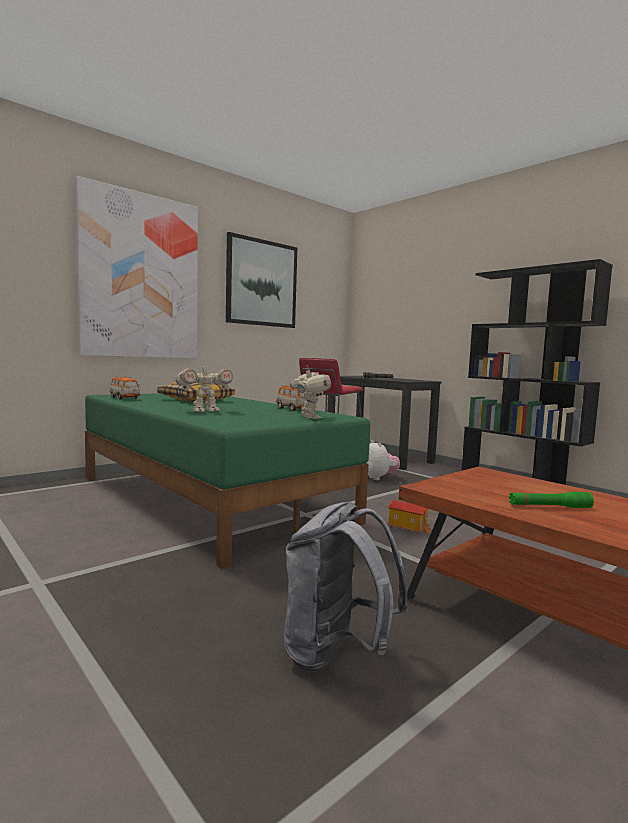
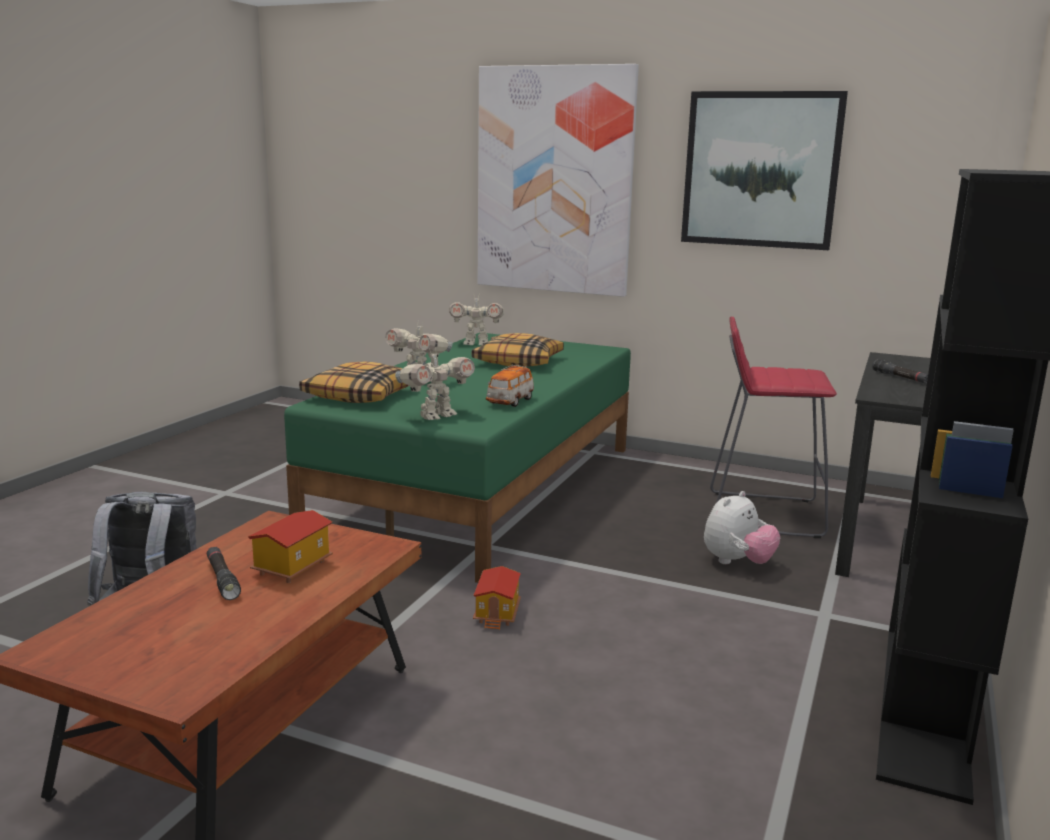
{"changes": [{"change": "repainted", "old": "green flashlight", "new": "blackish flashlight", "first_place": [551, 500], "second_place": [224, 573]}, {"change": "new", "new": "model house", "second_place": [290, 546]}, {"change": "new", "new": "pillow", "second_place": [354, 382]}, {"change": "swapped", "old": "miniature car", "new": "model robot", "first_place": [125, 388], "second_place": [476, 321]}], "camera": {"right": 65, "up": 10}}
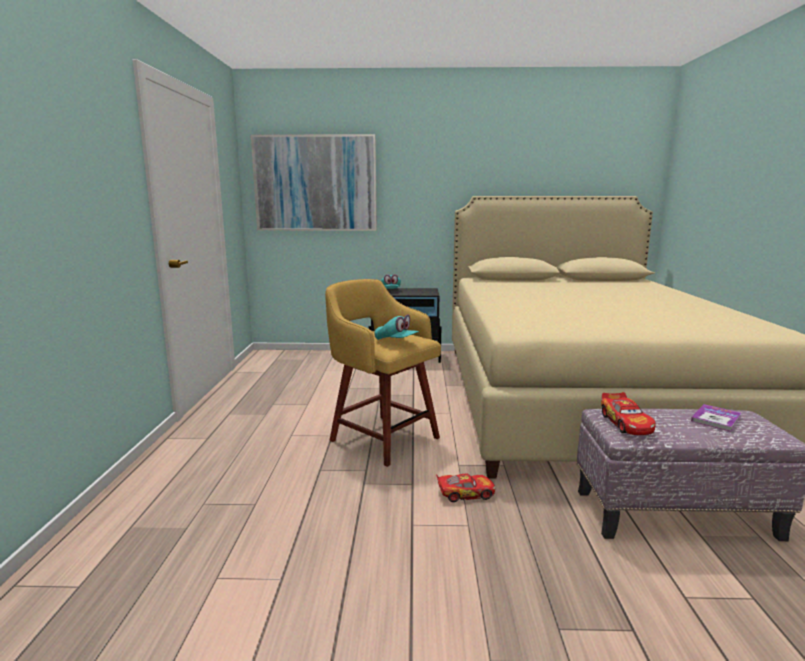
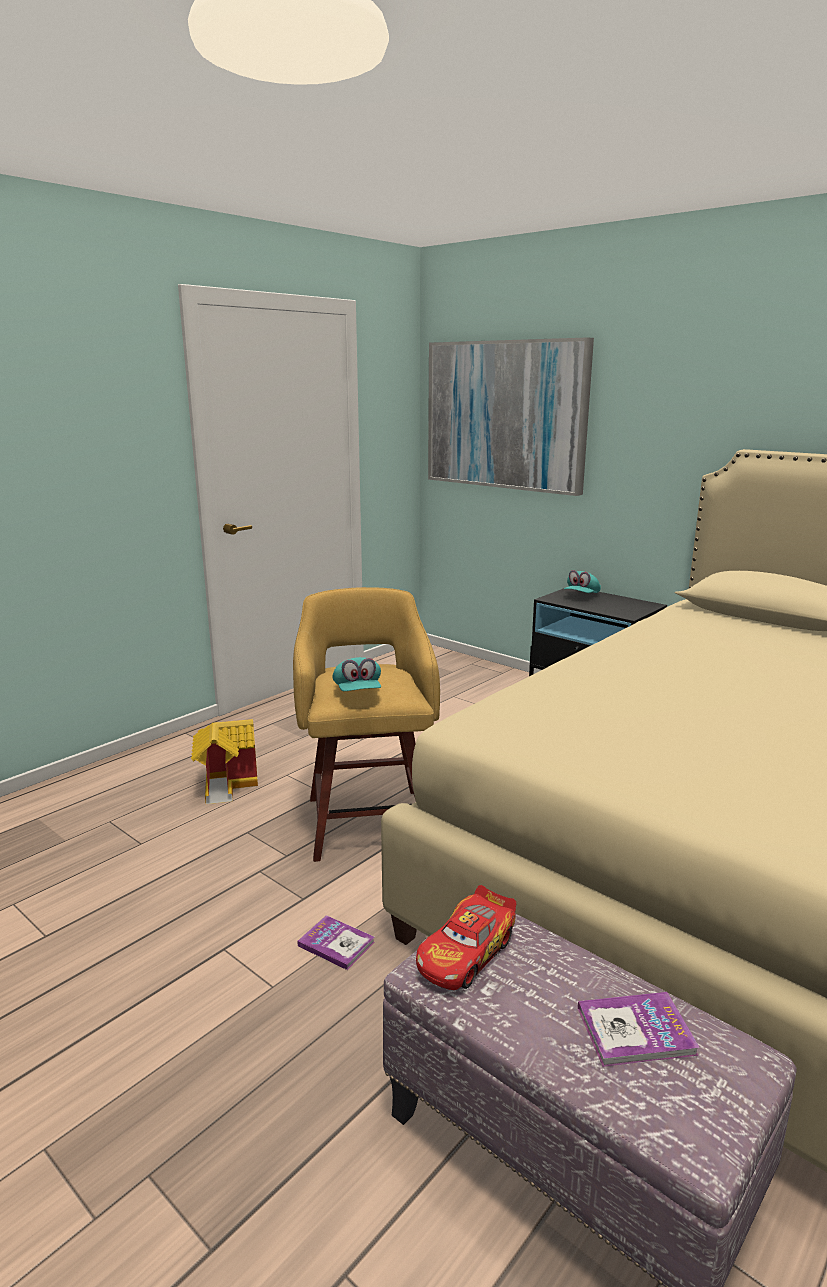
{"changes": [{"change": "new", "new": "model house", "second_place": [224, 761]}, {"change": "swapped", "old": "miniature car", "new": "volume", "first_place": [465, 488], "second_place": [336, 942]}], "camera": {"right": 40, "up": 5}}
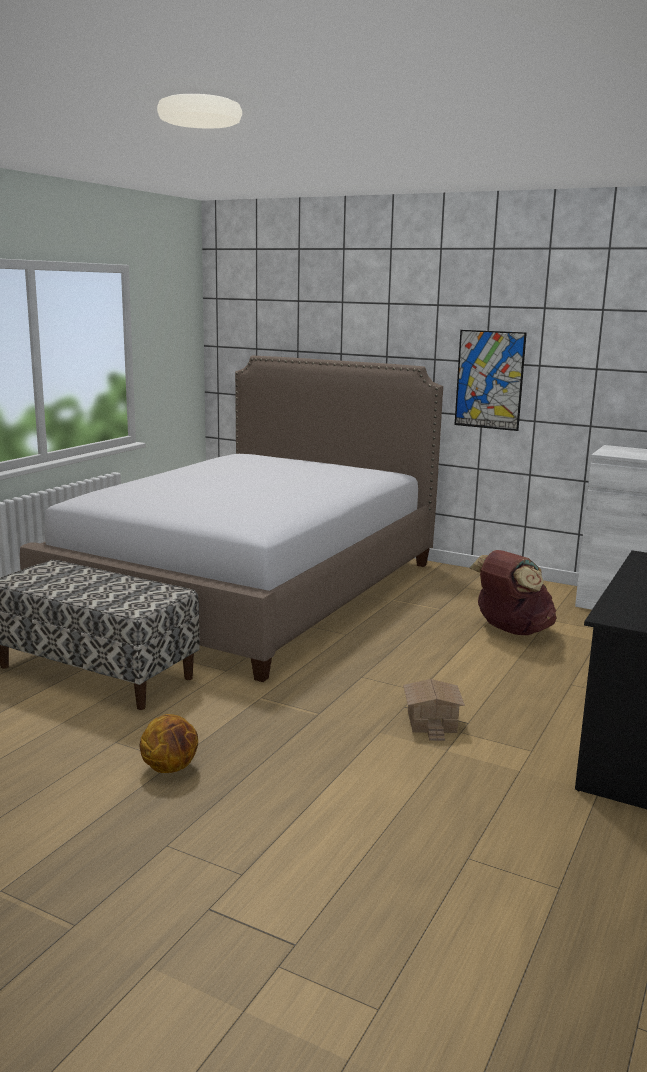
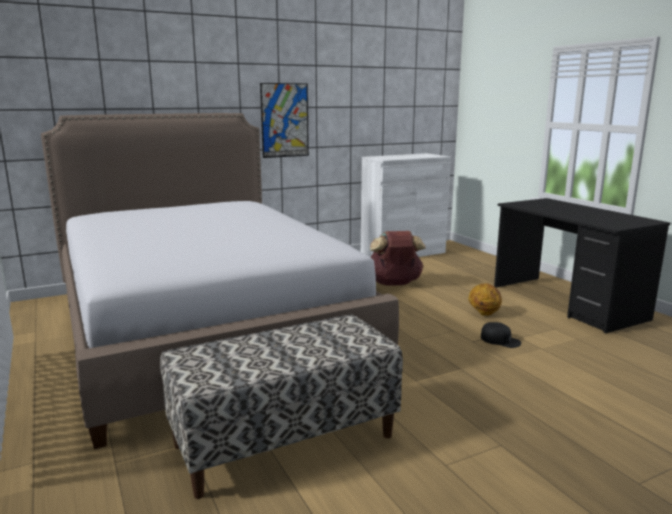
{"changes": [{"change": "shifted", "old": "basketball ball", "first_place": [169, 743], "second_place": [485, 299]}, {"change": "swapped", "old": "model house", "new": "blackish peaked cap", "first_place": [434, 710], "second_place": [501, 335]}], "camera": {"right": -55, "up": 0}}
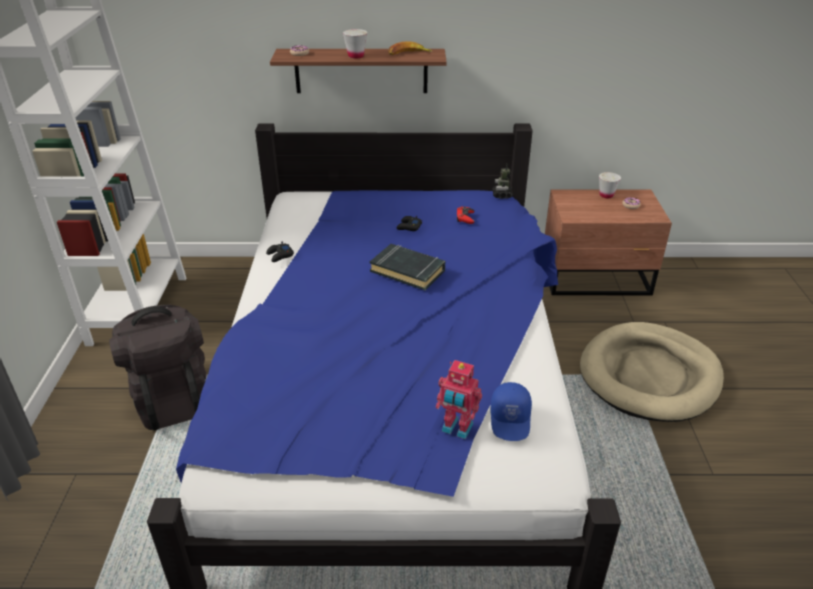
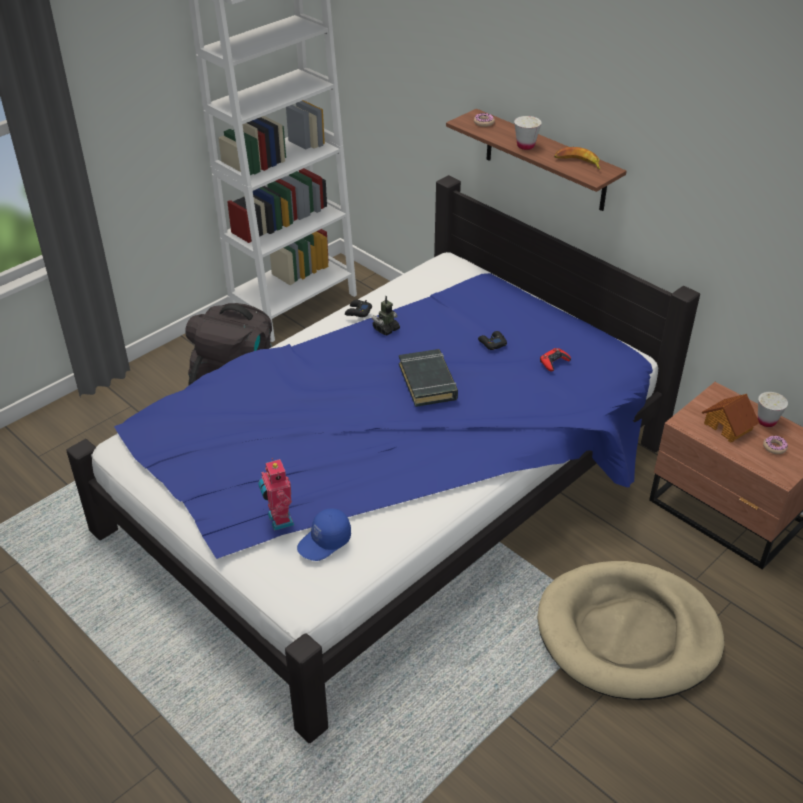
{"changes": [{"change": "shifted", "old": "model robot", "first_place": [502, 181], "second_place": [386, 315]}, {"change": "new", "new": "model house", "second_place": [730, 418]}], "camera": {"right": 45, "up": 5}}
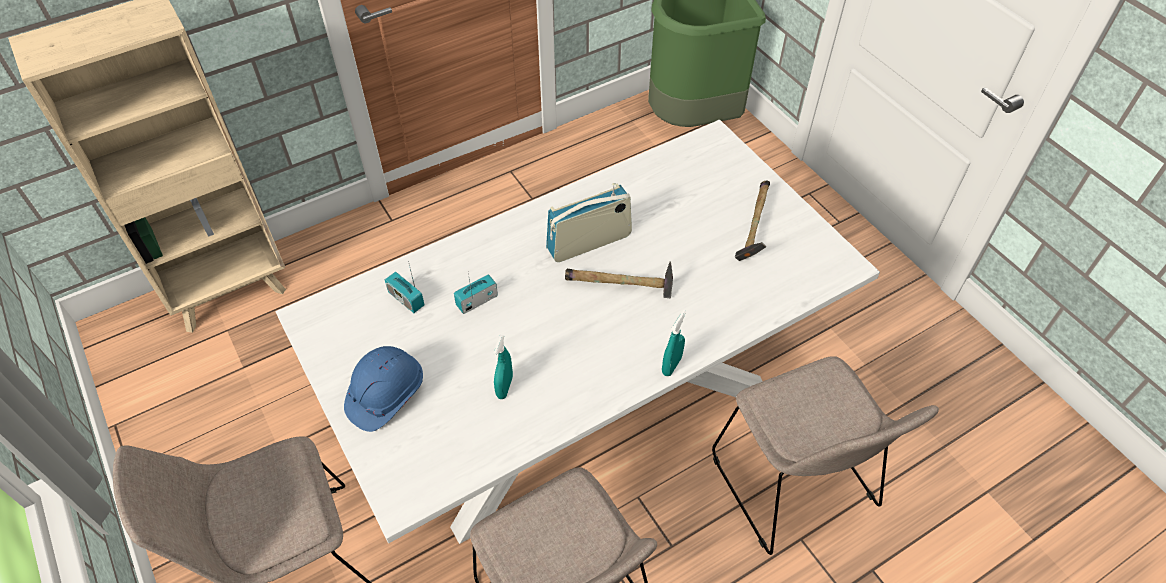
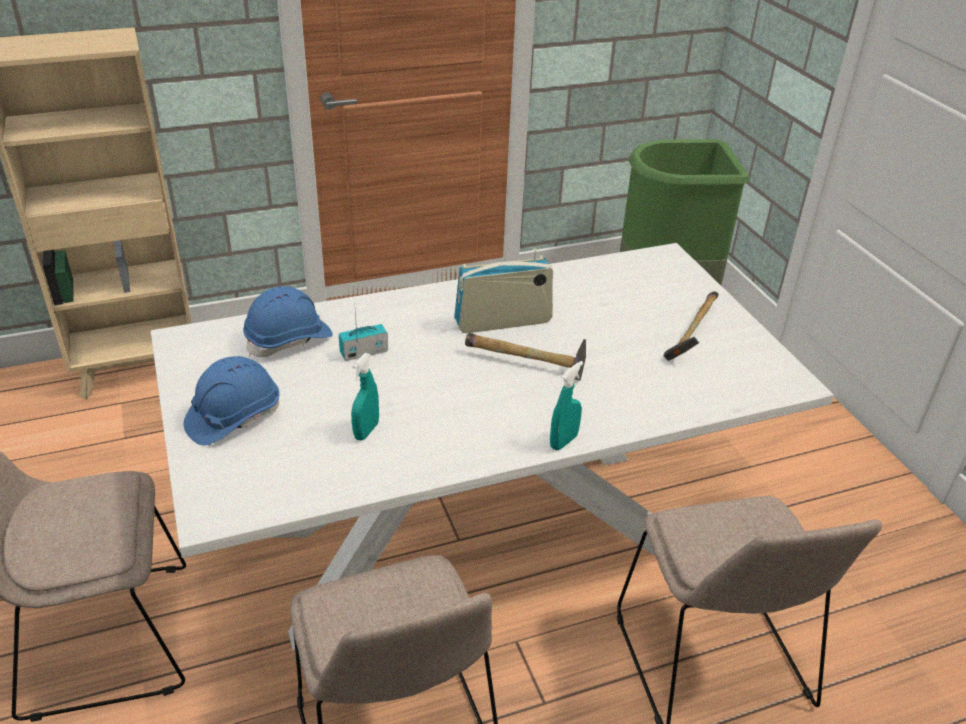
{"changes": [{"change": "swapped", "old": "radio", "new": "blue-coloured work helmet", "first_place": [405, 287], "second_place": [288, 321]}], "camera": {"right": 10, "up": -15}}
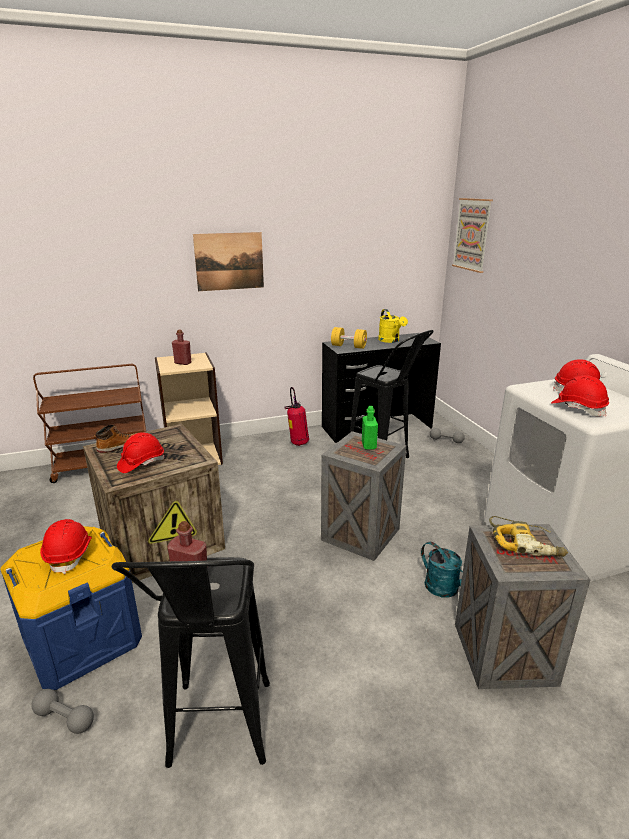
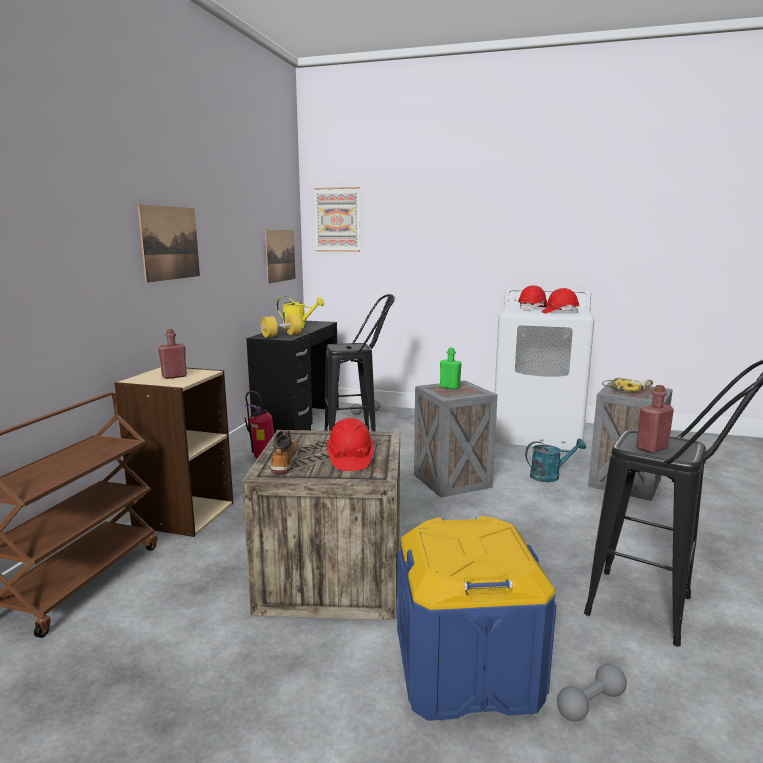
{"changes": [{"change": "new", "new": "wall picture", "second_place": [280, 257]}, {"change": "gone", "old": "red-coloured work helmet", "first_place": [66, 546]}], "camera": {"right": -55, "up": -10}}
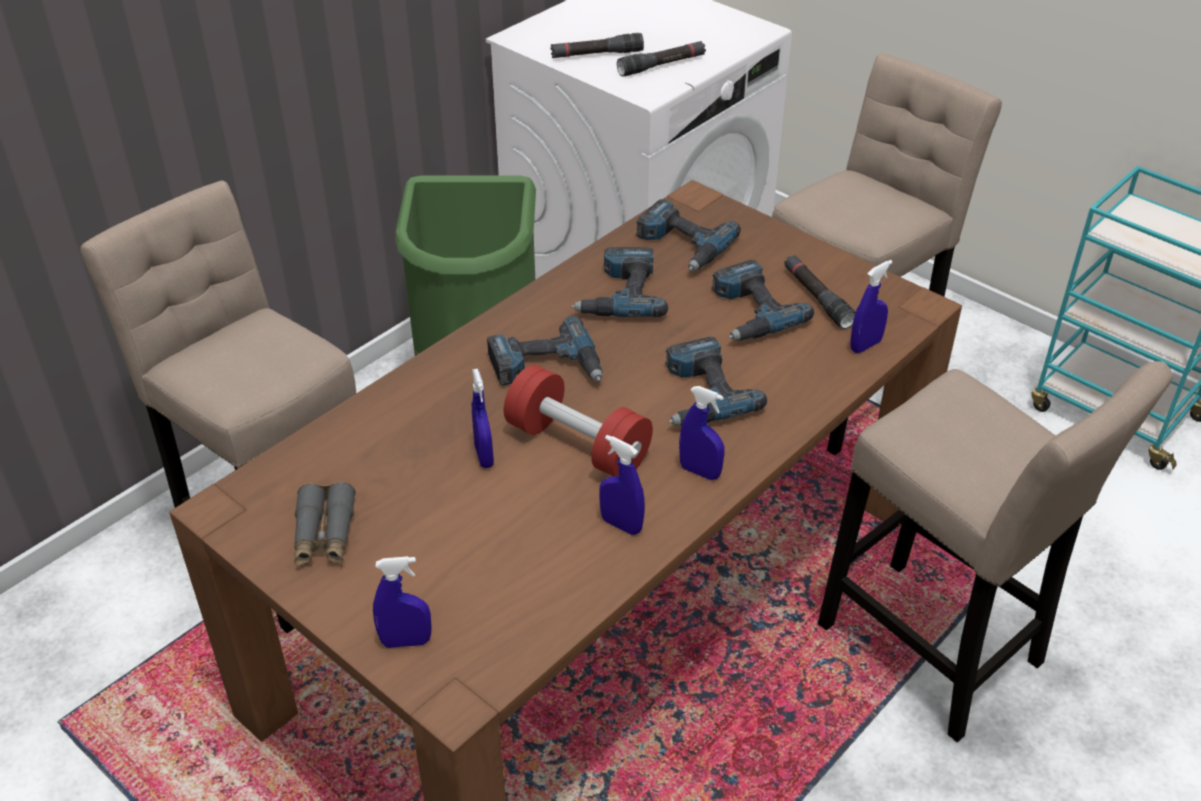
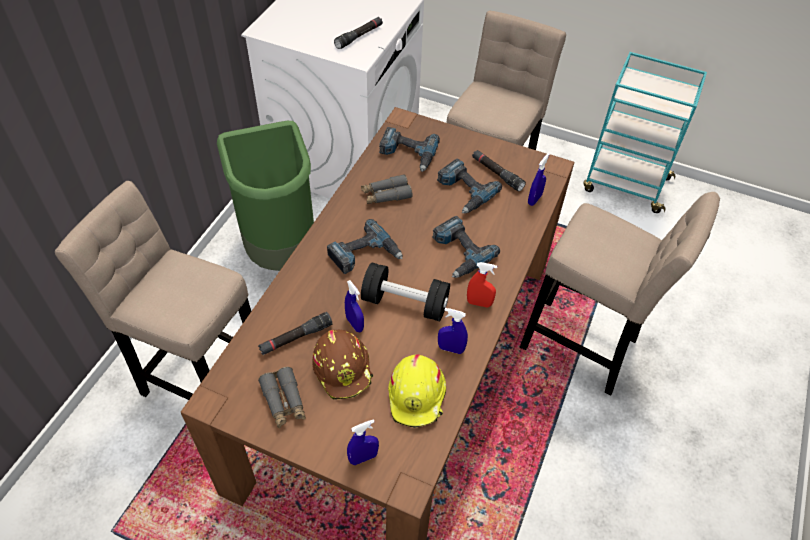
{"changes": [{"change": "shifted", "old": "blackish flashlight", "first_place": [597, 45], "second_place": [295, 333]}, {"change": "new", "new": "brownish work helmet", "second_place": [343, 365]}, {"change": "swapped", "old": "drill", "new": "greyish field glasses", "first_place": [619, 282], "second_place": [386, 189]}, {"change": "repainted", "old": "red-coloured dumbbell", "new": "blackish dumbbell", "first_place": [578, 420], "second_place": [405, 292]}, {"change": "new", "new": "yellow work helmet", "second_place": [417, 391]}, {"change": "repainted", "old": "blue-coloured hand sprayer", "new": "red-coloured hand sprayer", "first_place": [702, 433], "second_place": [482, 284]}], "camera": {"right": -20, "up": 10}}
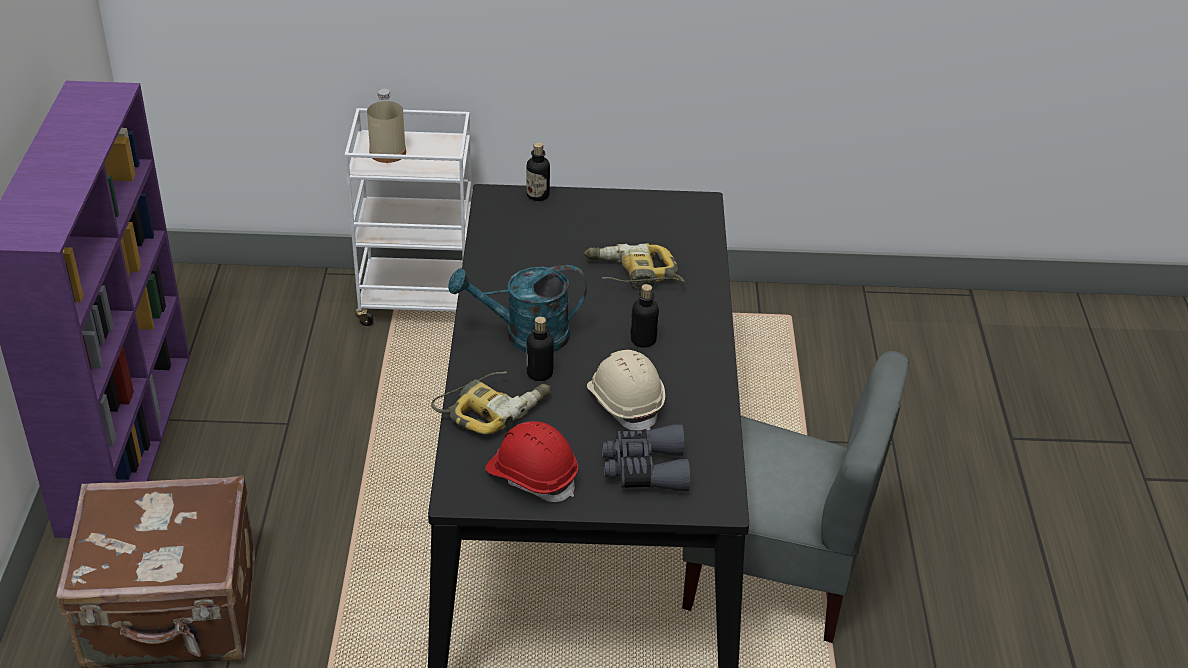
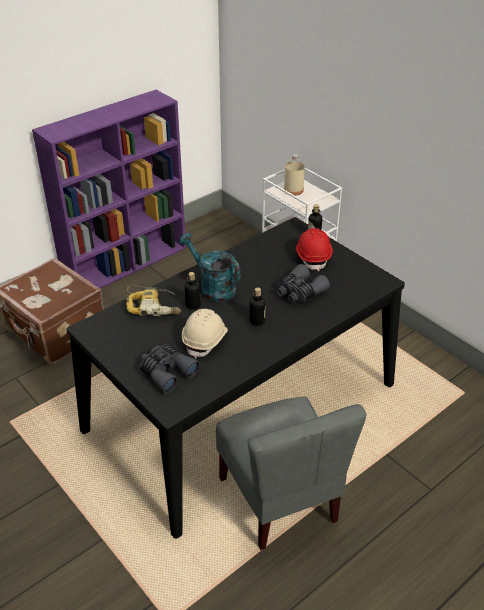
{"changes": [{"change": "swapped", "old": "drill", "new": "greyish field glasses", "first_place": [634, 266], "second_place": [303, 283]}, {"change": "shifted", "old": "red-coloured work helmet", "first_place": [531, 461], "second_place": [314, 249]}], "camera": {"right": 50, "up": 0}}
